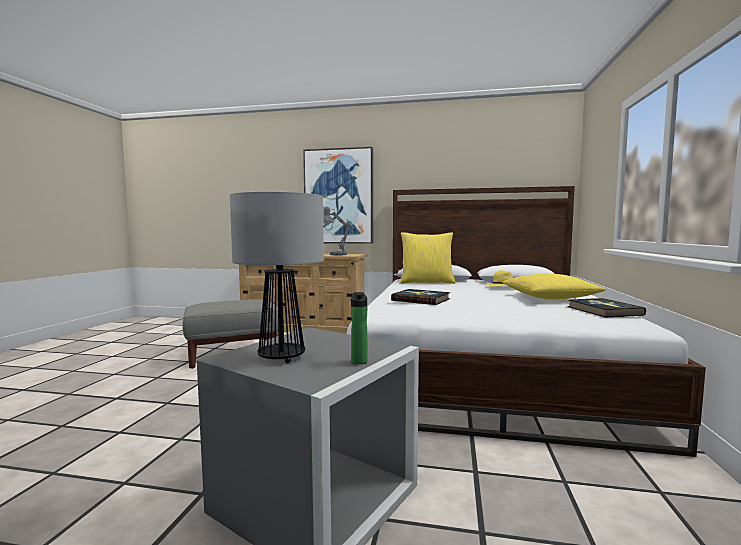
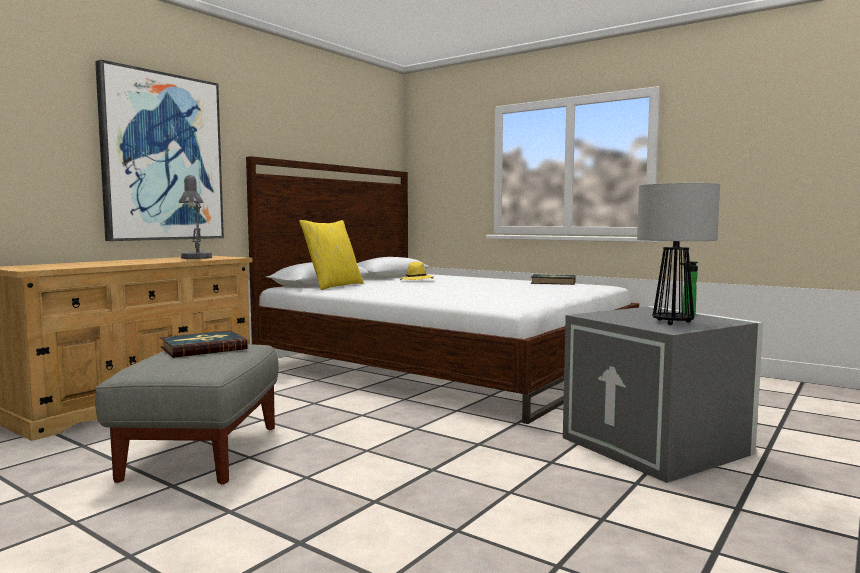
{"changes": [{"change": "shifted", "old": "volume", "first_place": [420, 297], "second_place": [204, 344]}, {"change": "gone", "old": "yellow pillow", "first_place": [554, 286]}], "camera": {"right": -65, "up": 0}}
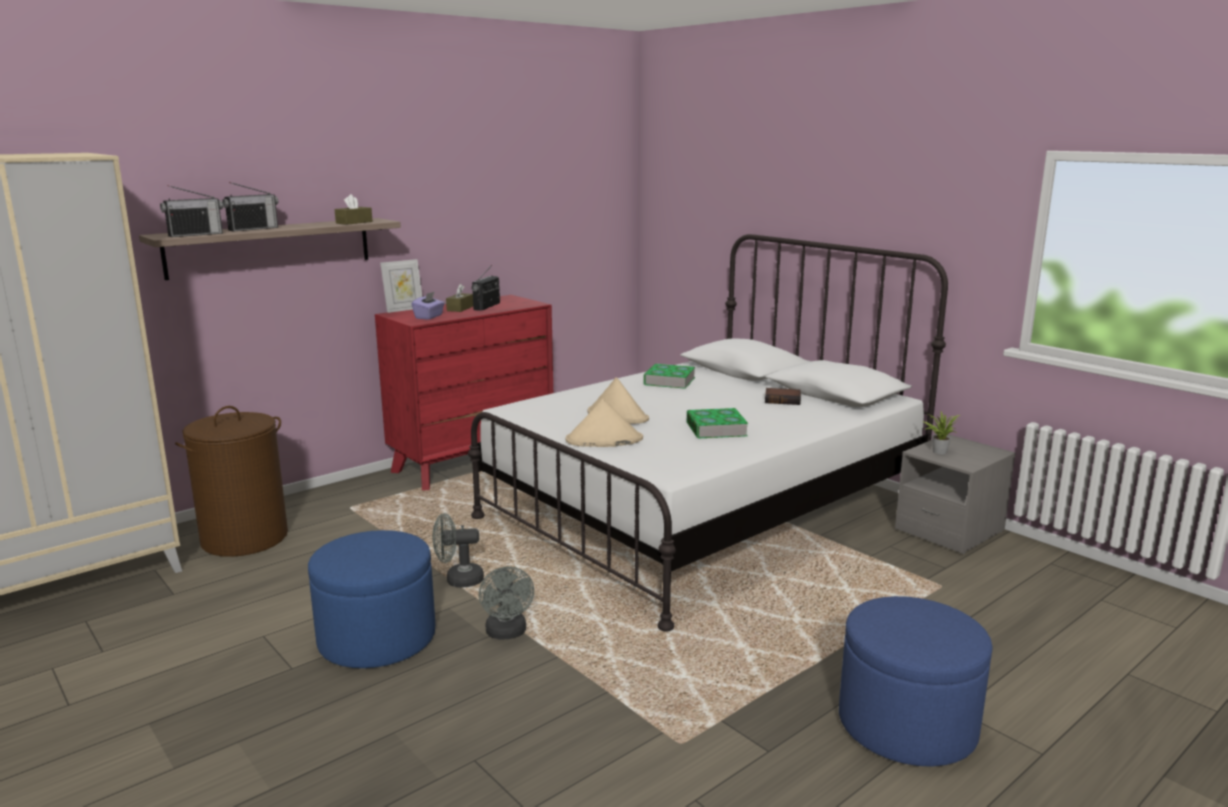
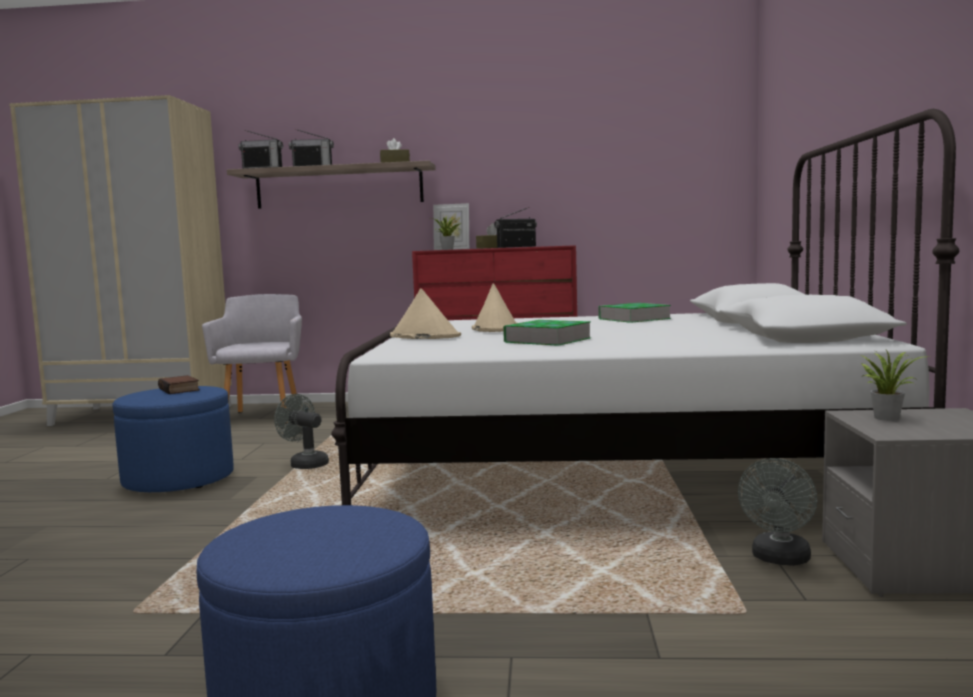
{"changes": [{"change": "shifted", "old": "volume", "first_place": [783, 396], "second_place": [179, 384]}, {"change": "swapped", "old": "brownish hamper", "new": "greyish easy chair", "first_place": [231, 481], "second_place": [252, 353]}, {"change": "swapped", "old": "purple tissue holder", "new": "potted plant", "first_place": [428, 305], "second_place": [446, 232]}, {"change": "shifted", "old": "greyish fan", "first_place": [506, 603], "second_place": [778, 512]}], "camera": {"right": 45, "up": -10}}
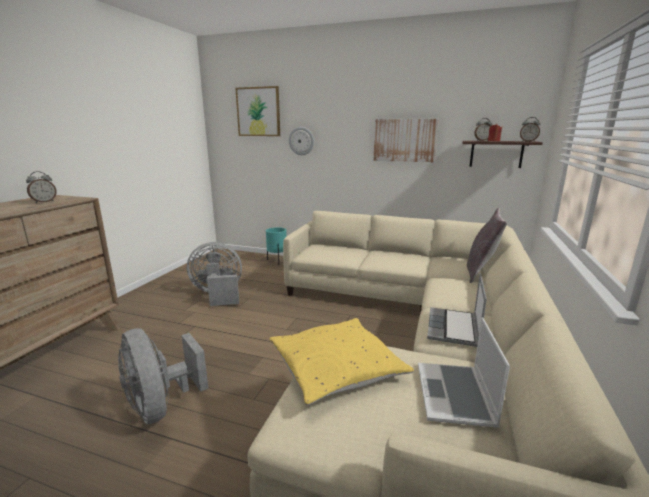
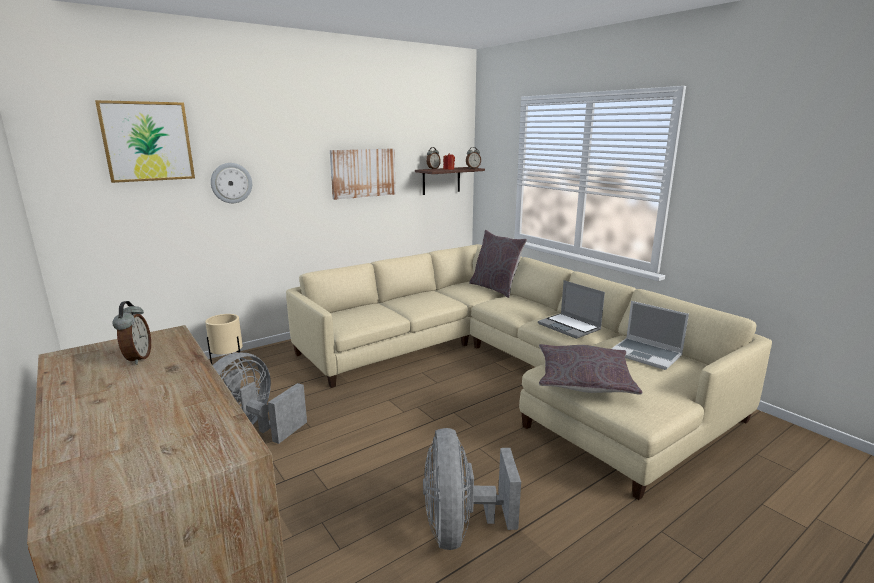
{"changes": [{"change": "repainted", "old": "turquoise-coloured flower pot", "new": "beige flower pot", "first_place": [276, 246], "second_place": [224, 341]}, {"change": "rotated", "old": "greyish fan", "first_place": [163, 376], "second_place": [472, 489], "degrees": 90}, {"change": "repainted", "old": "yellow pillow", "new": "greyish pillow", "first_place": [342, 361], "second_place": [590, 369]}], "camera": {"right": -55, "up": 0}}
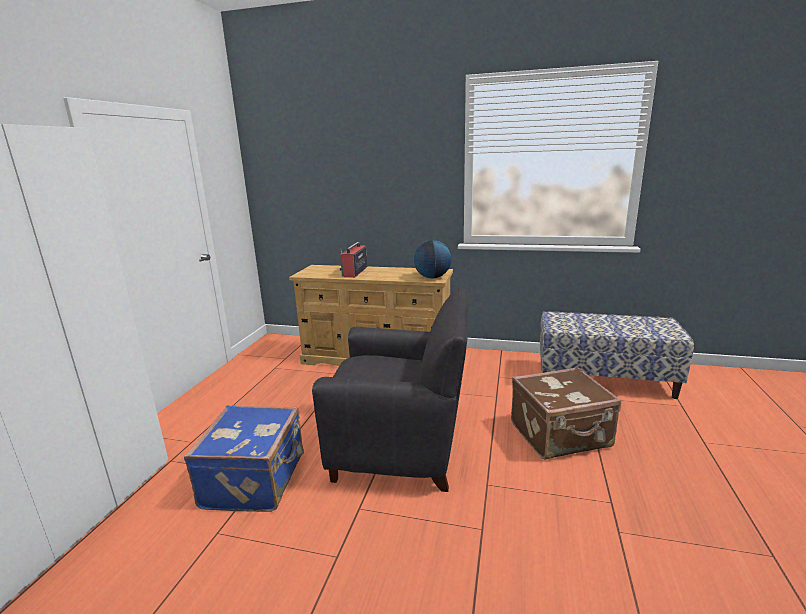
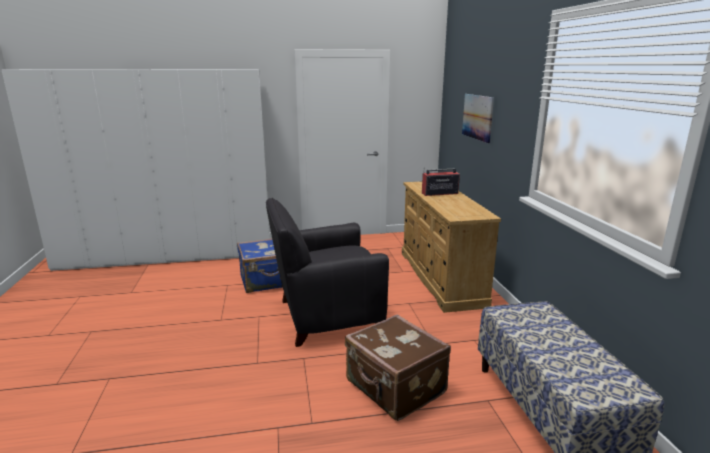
{"changes": [{"change": "rotated", "old": "blackish easy chair", "first_place": [390, 390], "second_place": [327, 272], "degrees": 90}, {"change": "new", "new": "wall picture", "second_place": [478, 118]}, {"change": "gone", "old": "desk globe", "first_place": [432, 259]}], "camera": {"right": 65, "up": 0}}
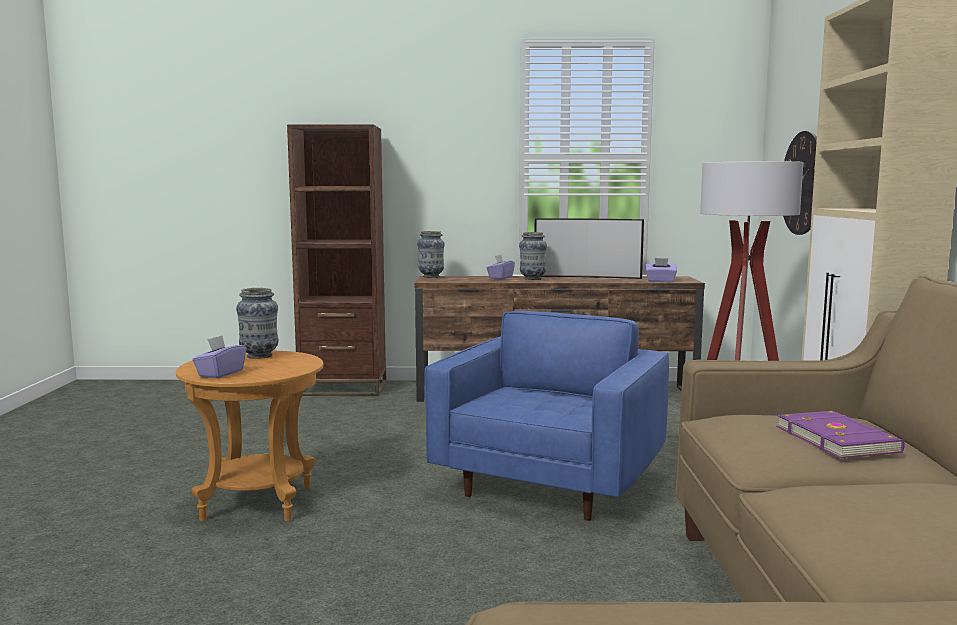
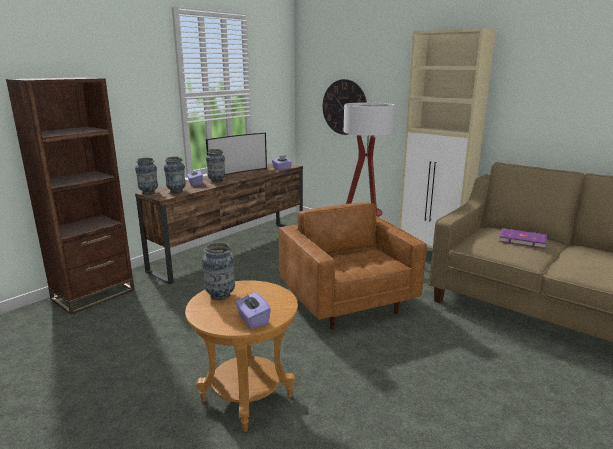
{"changes": [{"change": "new", "new": "vase", "second_place": [175, 175]}, {"change": "repainted", "old": "blue-coloured easy chair", "new": "brownish easy chair", "first_place": [547, 416], "second_place": [353, 266]}], "camera": {"right": -50, "up": 10}}
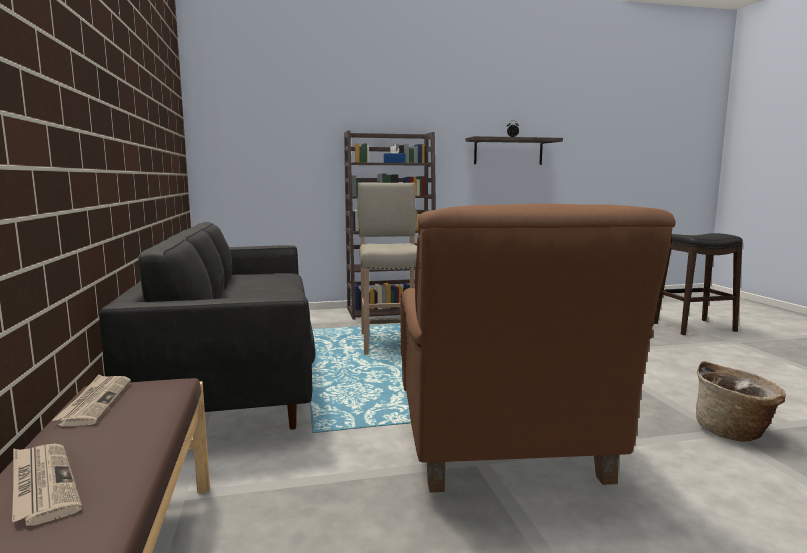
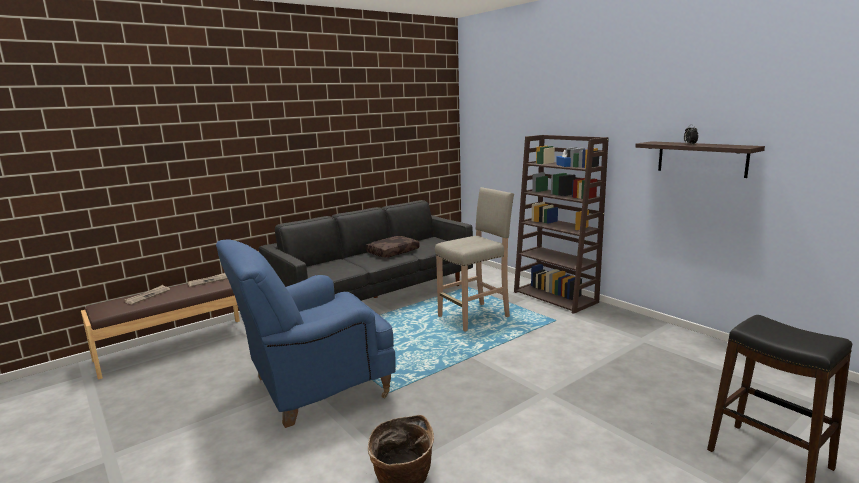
{"changes": [{"change": "repainted", "old": "brownish easy chair", "new": "blue-coloured easy chair", "first_place": [538, 348], "second_place": [306, 333]}, {"change": "new", "new": "brownish pillow", "second_place": [392, 246]}], "camera": {"right": 65, "up": 5}}
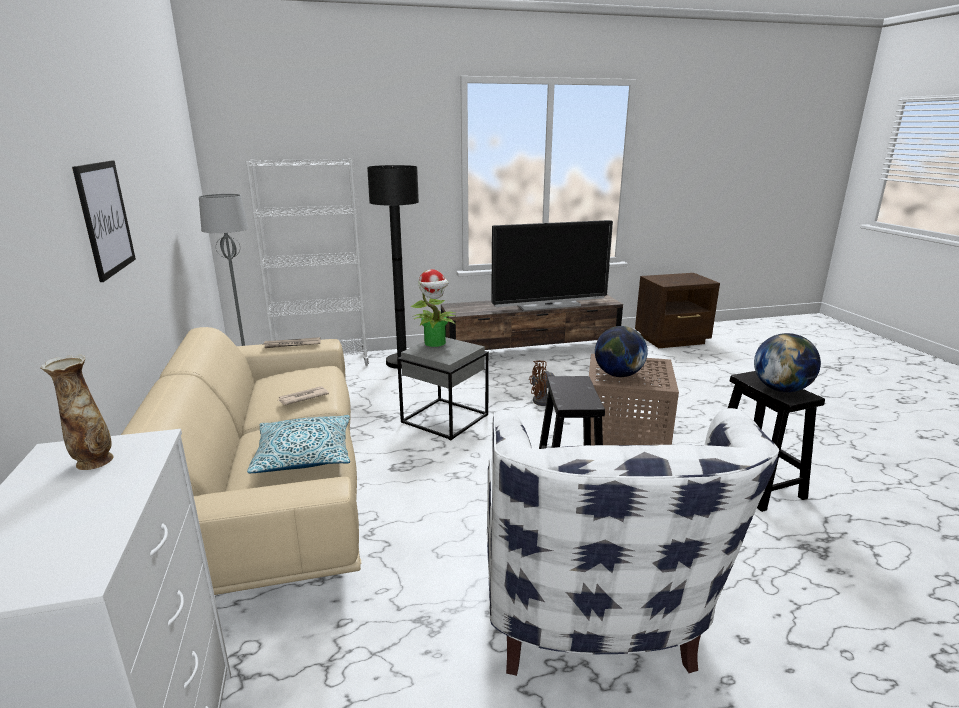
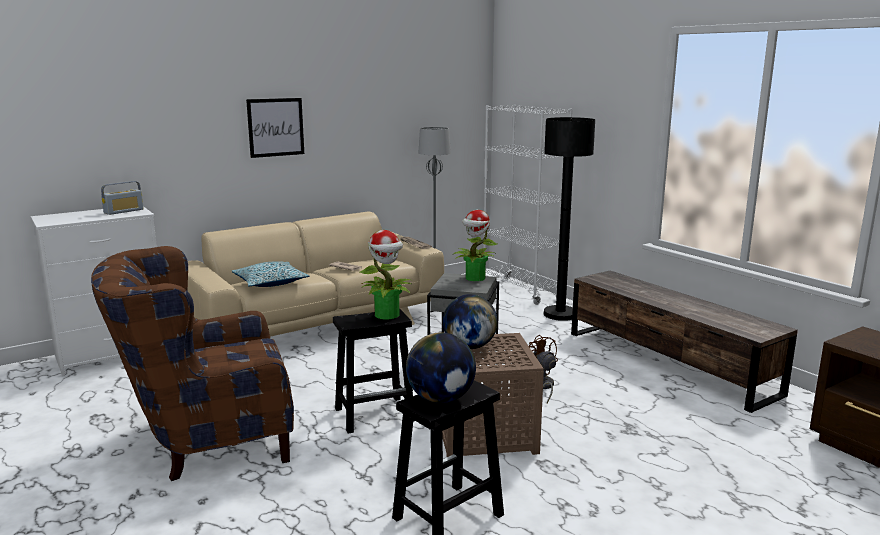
{"changes": [{"change": "repainted", "old": "white-coloured easy chair", "new": "brownish easy chair", "first_place": [633, 542], "second_place": [192, 363]}, {"change": "swapped", "old": "vase", "new": "radio", "first_place": [76, 412], "second_place": [122, 198]}, {"change": "new", "new": "potted plant", "second_place": [385, 274]}, {"change": "gone", "old": "television", "first_place": [552, 265]}], "camera": {"right": 70, "up": -5}}
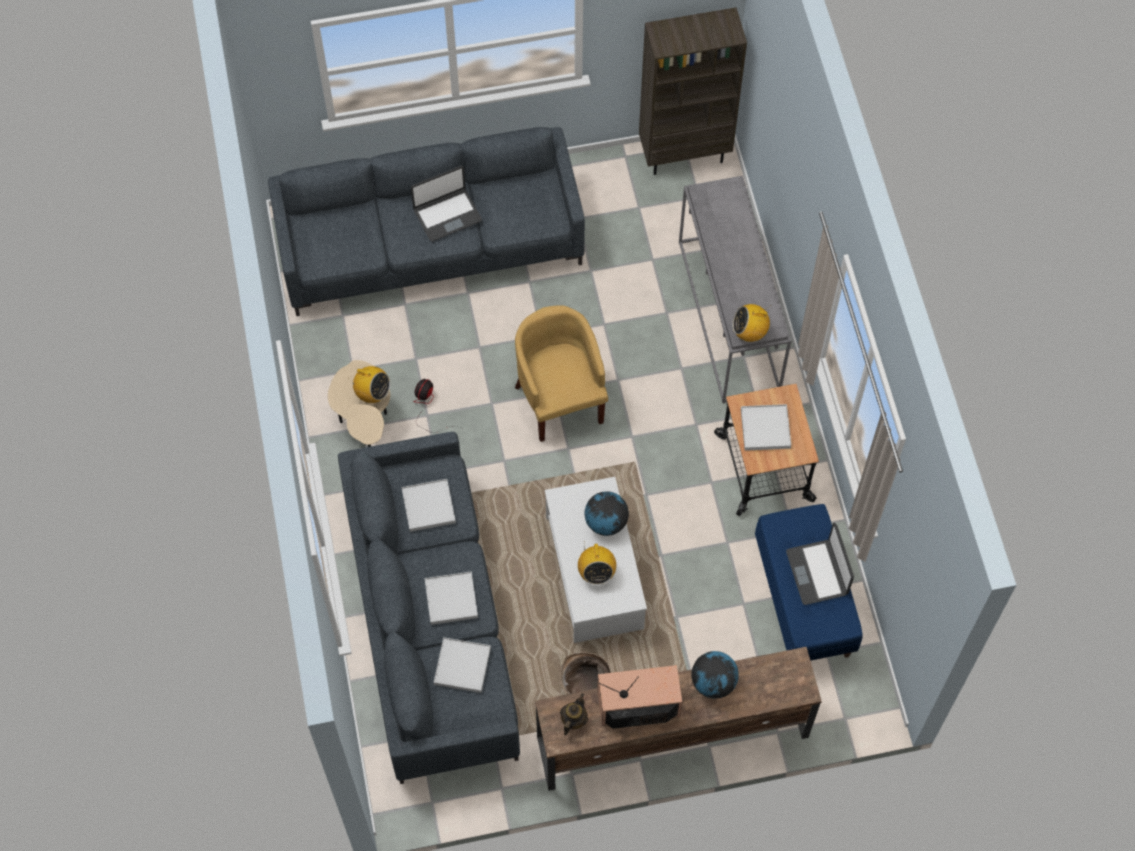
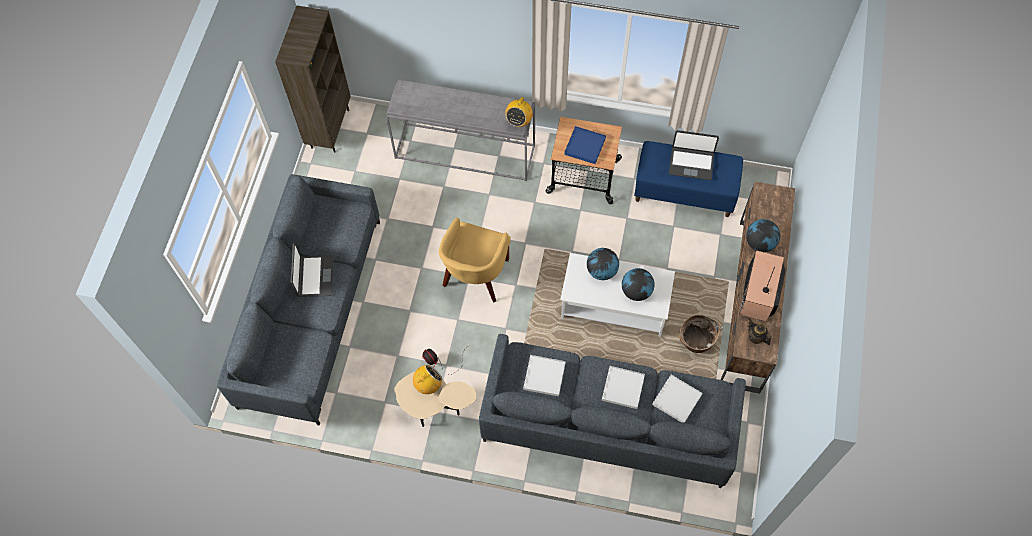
{"changes": [{"change": "rotated", "old": "yellow easy chair", "first_place": [561, 373], "second_place": [475, 260], "degrees": -75}, {"change": "repainted", "old": "white-coloured tray", "new": "blue-coloured tray", "first_place": [766, 427], "second_place": [585, 145]}, {"change": "swapped", "old": "radio", "new": "desk globe", "first_place": [597, 563], "second_place": [638, 284]}], "camera": {"right": -65, "up": 0}}
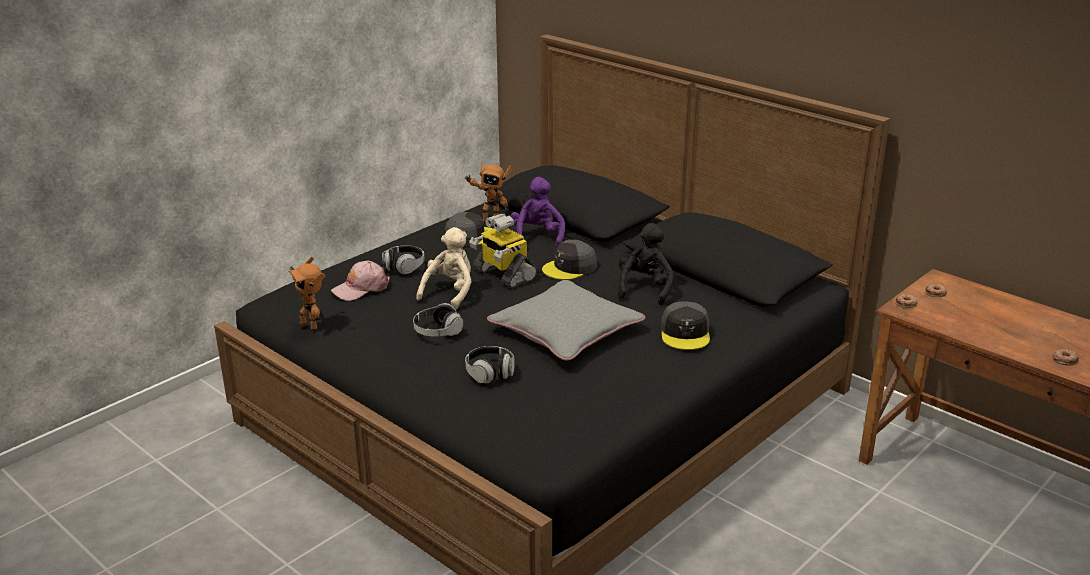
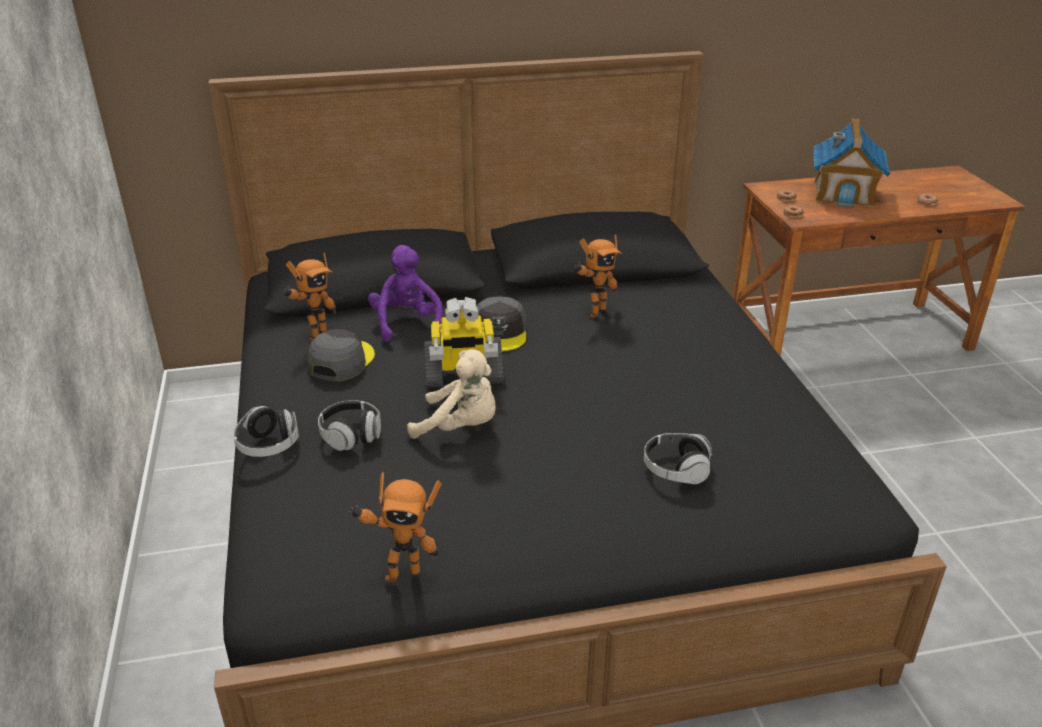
{"changes": [{"change": "shifted", "old": "headphones", "first_place": [438, 320], "second_place": [266, 431]}, {"change": "rotated", "old": "purple cuddly toy", "first_place": [537, 212], "second_place": [405, 293], "degrees": 45}, {"change": "rotated", "old": "beige cuddly toy", "first_place": [444, 268], "second_place": [451, 394], "degrees": 135}, {"change": "swapped", "old": "blackish cuddly toy", "new": "model robot", "first_place": [646, 264], "second_place": [598, 276]}, {"change": "new", "new": "model house", "second_place": [852, 163]}, {"change": "gone", "old": "pinkish peaked cap", "first_place": [360, 281]}, {"change": "gone", "old": "greyish pillow", "first_place": [566, 320]}, {"change": "gone", "old": "greyish peaked cap", "first_place": [685, 325]}], "camera": {"right": -55, "up": 5}}
